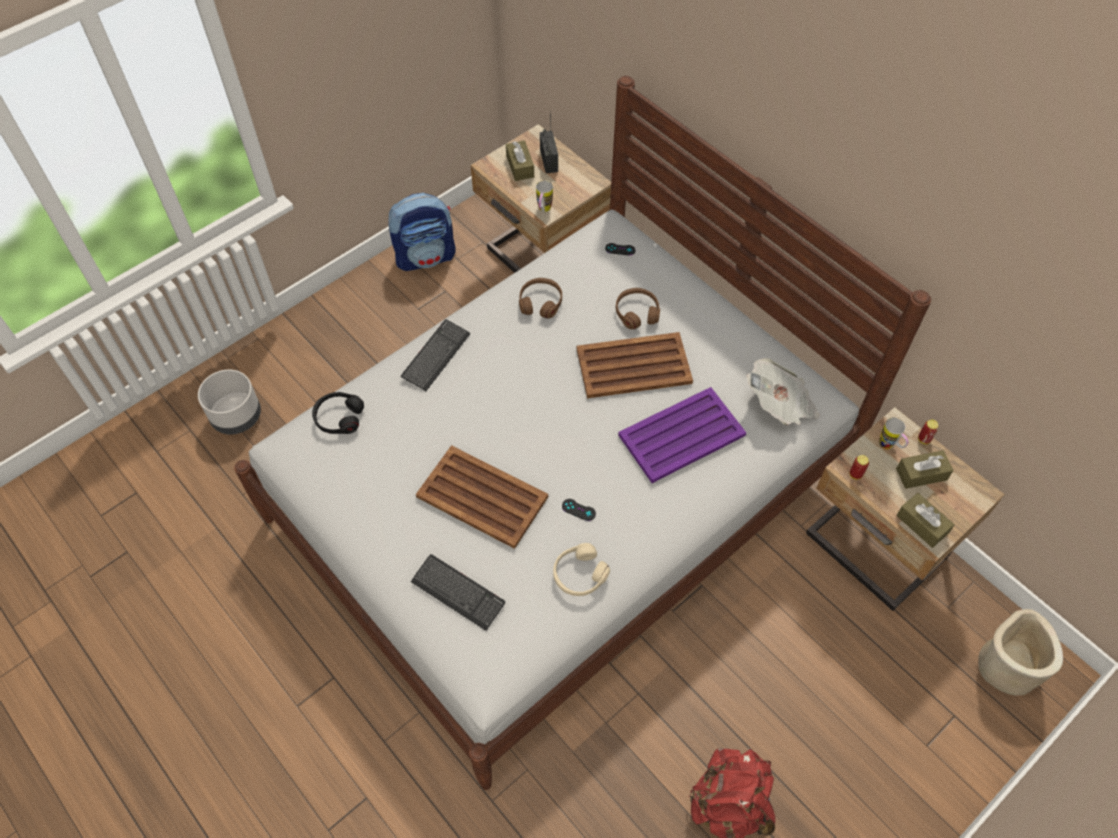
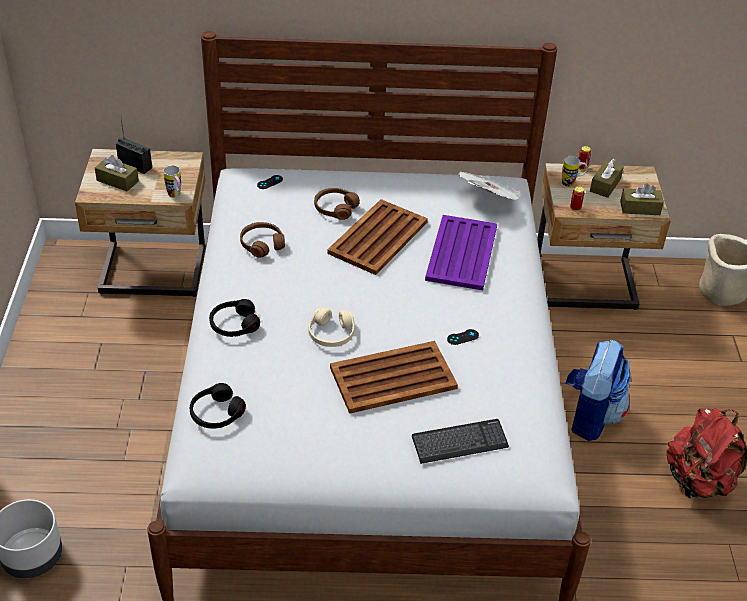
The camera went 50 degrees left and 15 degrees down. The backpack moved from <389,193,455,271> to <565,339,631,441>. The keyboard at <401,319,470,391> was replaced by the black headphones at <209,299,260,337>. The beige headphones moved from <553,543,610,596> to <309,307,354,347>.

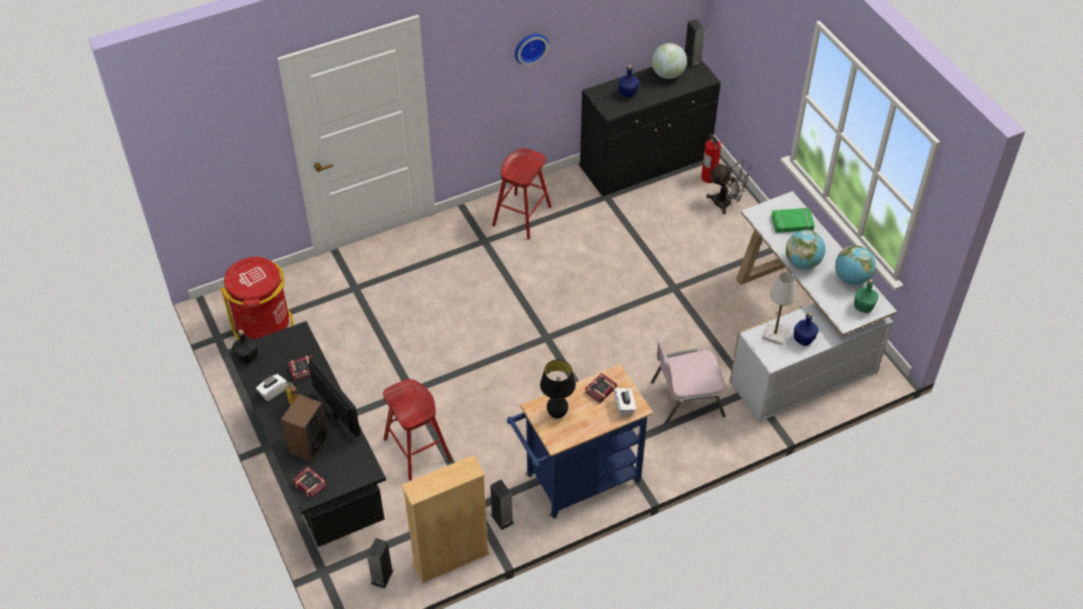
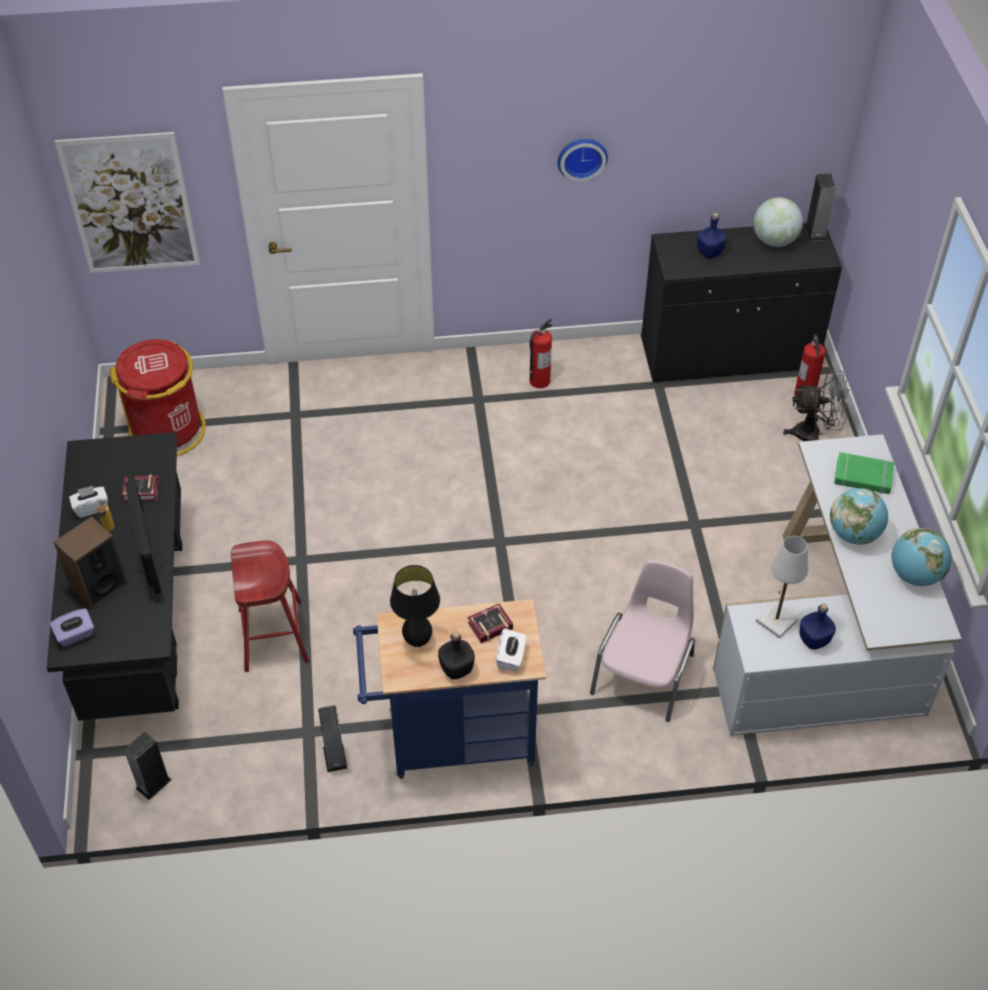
The camera went 20 degrees right and 0 degrees up. The black bottle moved from <232,330,258,364> to <438,631,475,680>. The book at <293,467,327,498> was replaced by the purple tissue box at <50,608,94,647>. The beige bookcase at <401,455,490,583> disappeared. The red stool at <492,148,551,239> was replaced by the fire extinguisher at <530,318,553,388>. The pink chair at <651,337,725,425> turned 105 degrees clockwise. The grey fan at <706,159,753,214> turned 45 degrees counterclockwise. The green bottle at <854,279,878,313> disappeared. The picture at <55,132,200,273> appeared.

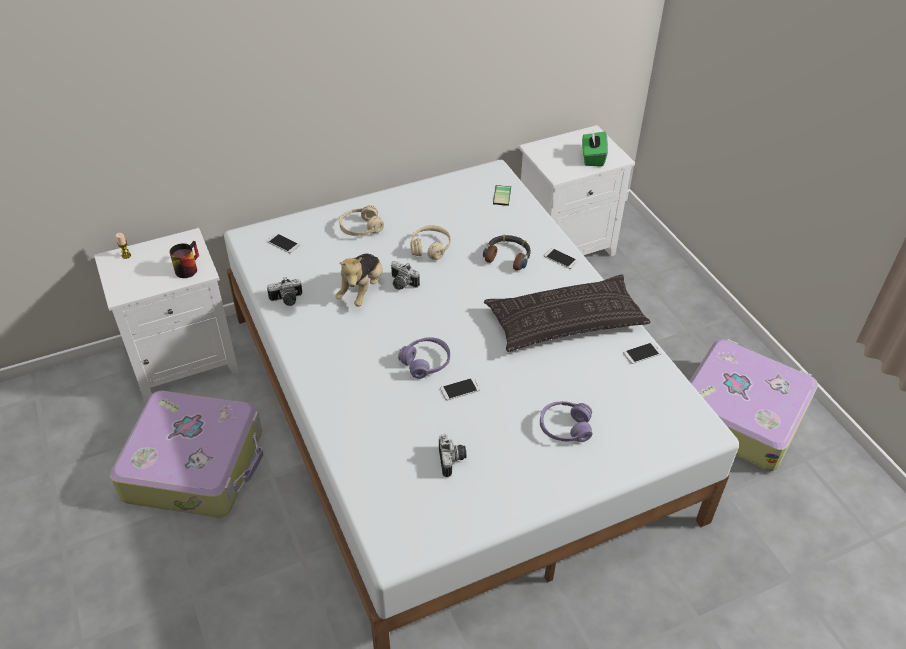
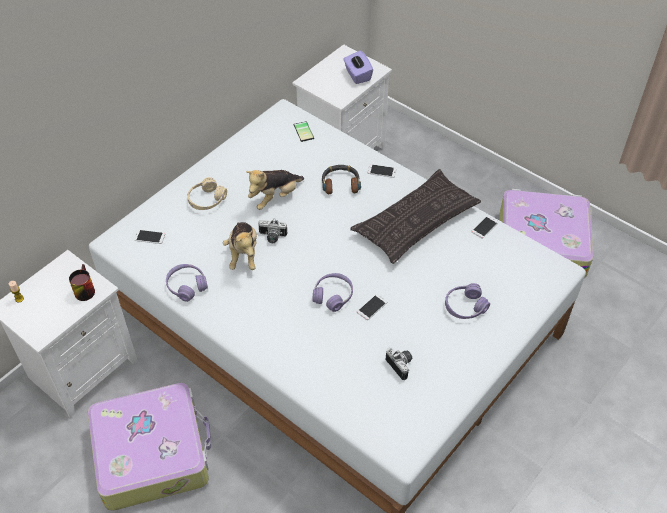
The camera went 25 degrees left and 5 degrees up. The photo camera at <267,277,302,306> was replaced by the purple headphones at <166,264,208,302>. The beige headphones at <410,225,450,260> was replaced by the plush toy at <246,170,304,210>. The green tissue box at <582,131,608,167> became the purple tissue box at <344,51,373,84>.

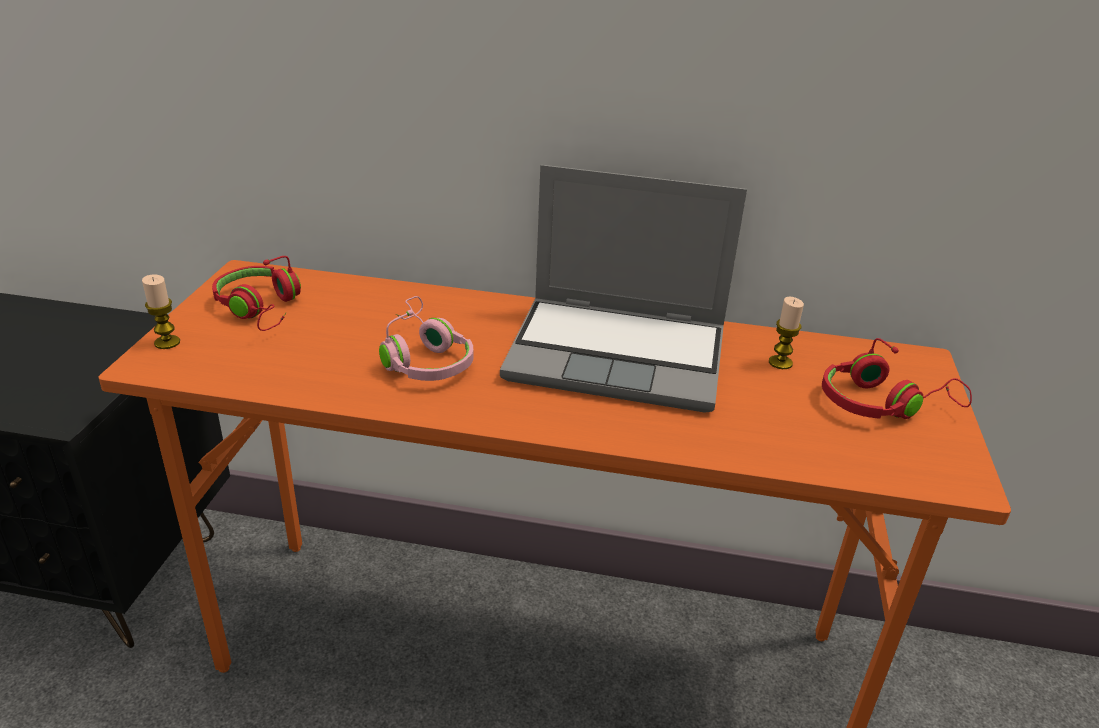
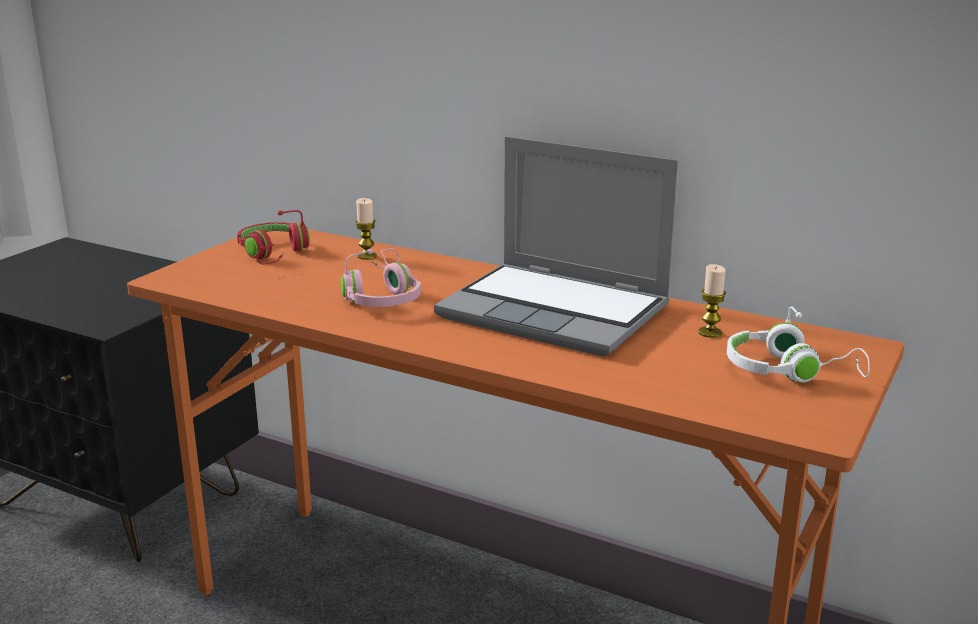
The camera went 20 degrees right and 10 degrees down. The candle moved from <142,275,180,349> to <355,198,377,260>. The red headphones at <822,338,972,419> became the white headphones at <727,306,870,382>.

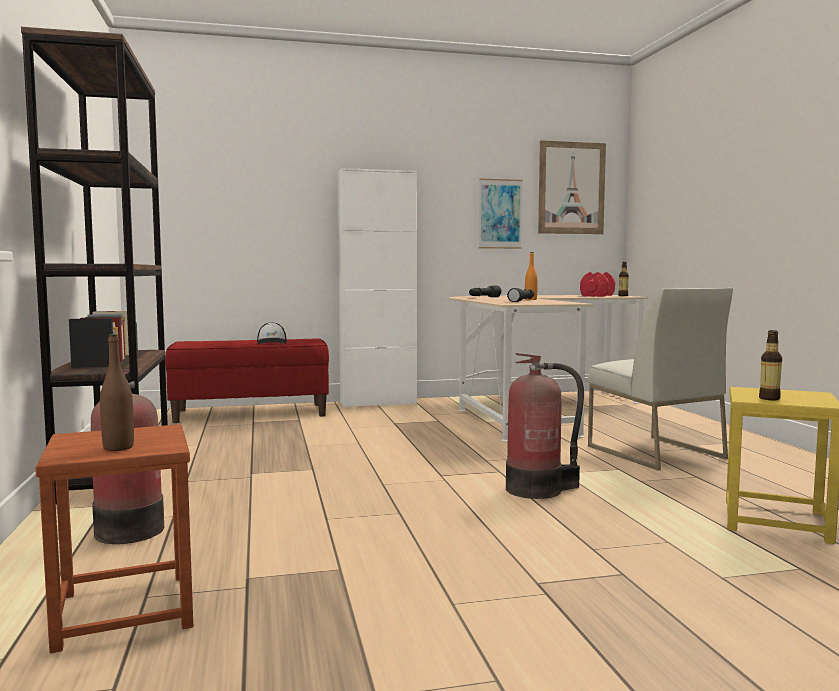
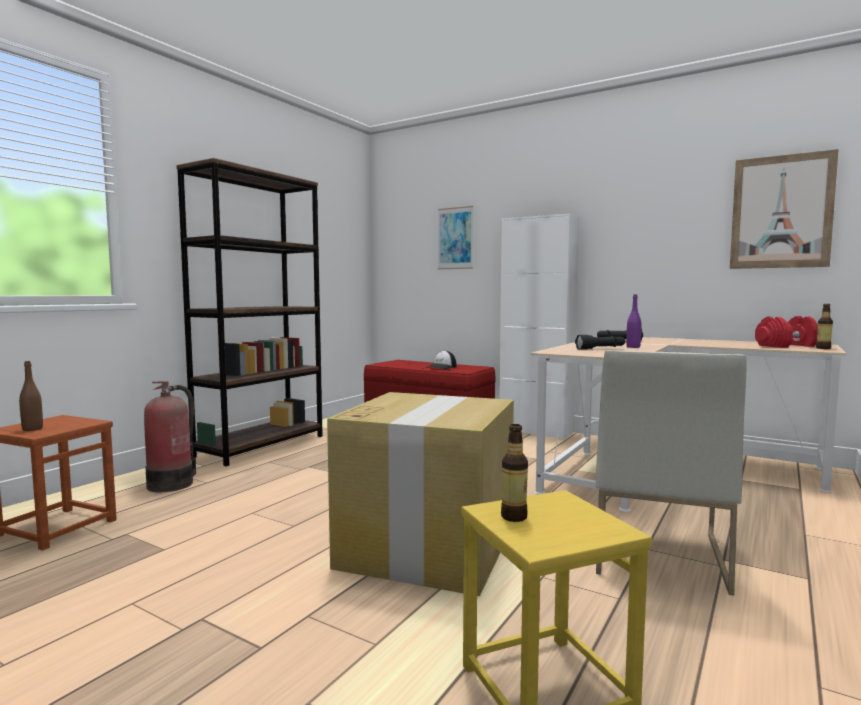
The camera went 45 degrees right and 0 degrees up. The picture moved from <479,178,523,249> to <438,206,473,270>. The fire extinguisher at <506,353,584,499> was replaced by the cardboard box at <327,392,514,596>. The orange bottle at <525,252,538,300> became the purple bottle at <626,295,642,348>.

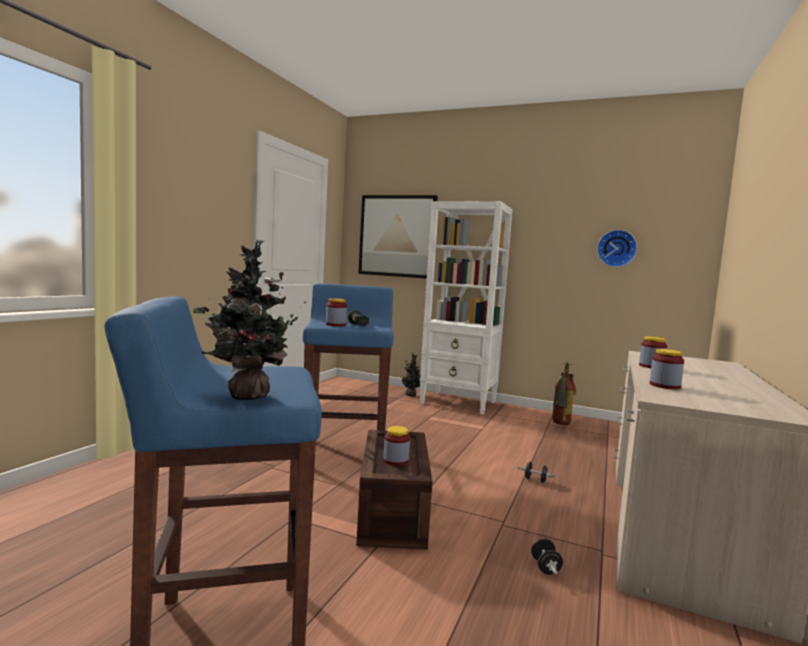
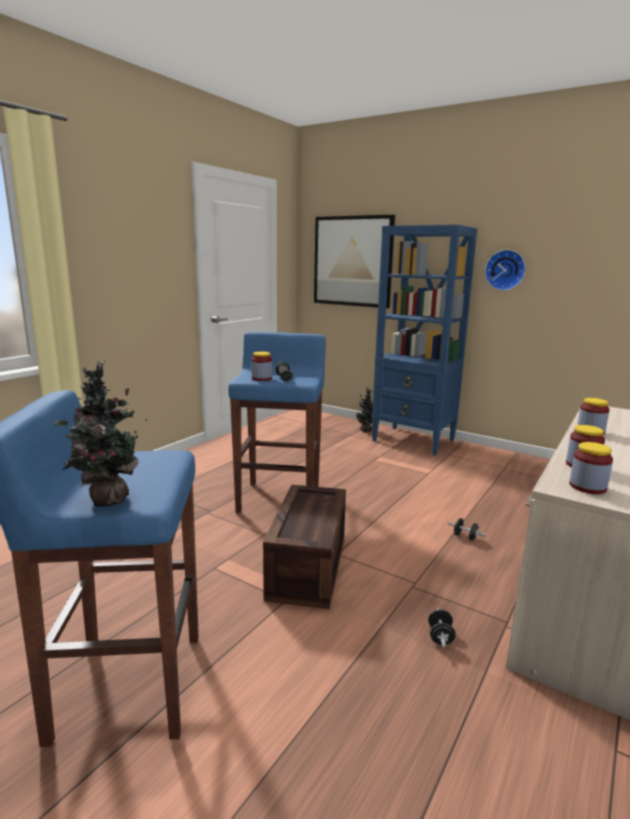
The camera went 10 degrees right and 10 degrees up. The jar moved from <383,426,410,466> to <569,442,613,494>. The white bookcase at <419,201,513,414> became the blue bookcase at <372,225,477,455>. The fire extinguisher at <552,362,576,425> disappeared. The wall clock moved from <597,230,637,267> to <485,250,526,291>.

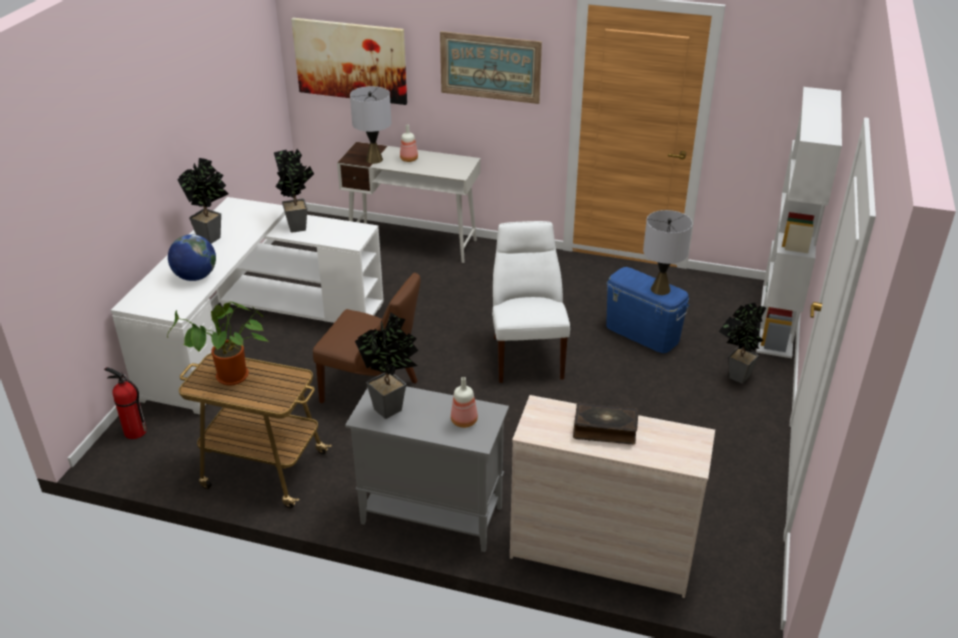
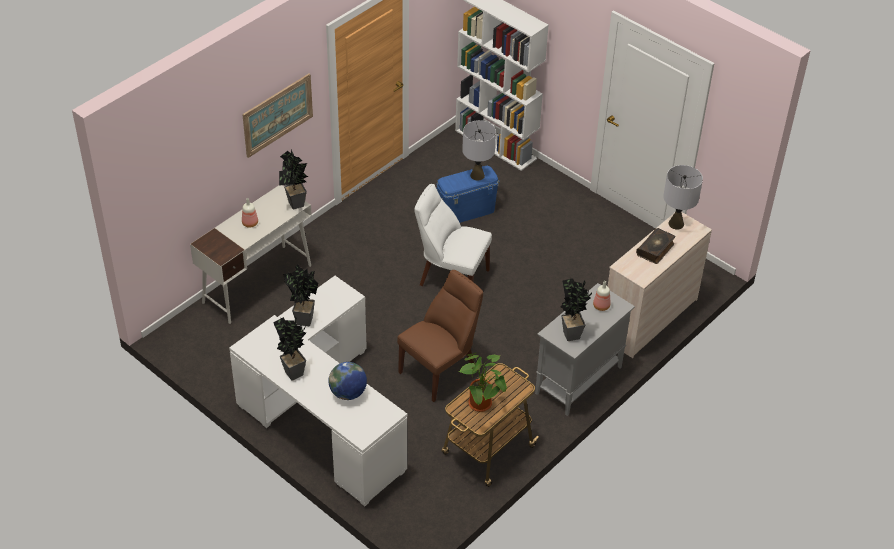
The camera went 65 degrees left and 10 degrees up. The fire extinguisher at <104,367,147,439> disappeared. The picture at <291,18,407,105> disappeared. The grey table lamp moved from <350,86,391,164> to <663,165,703,229>. The potted plant moved from <719,303,766,384> to <279,150,308,210>.

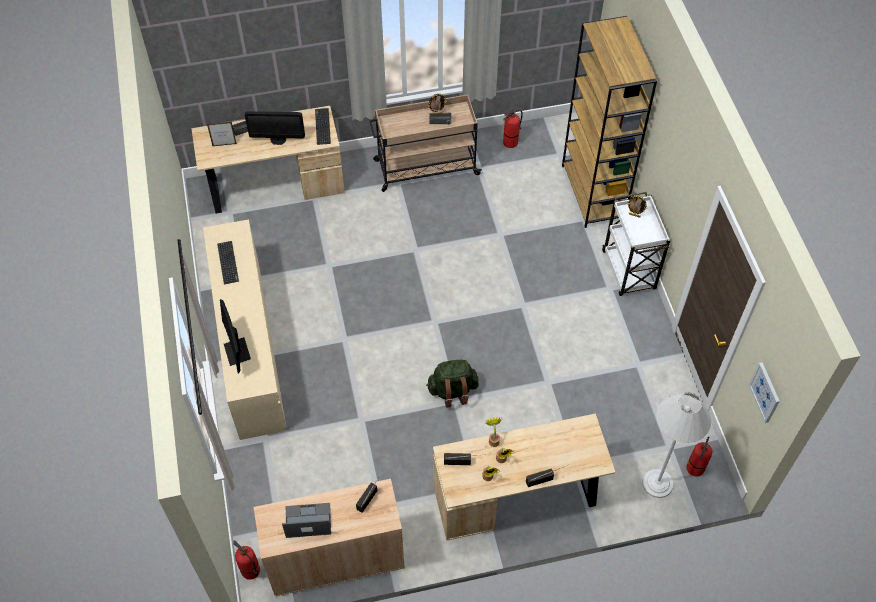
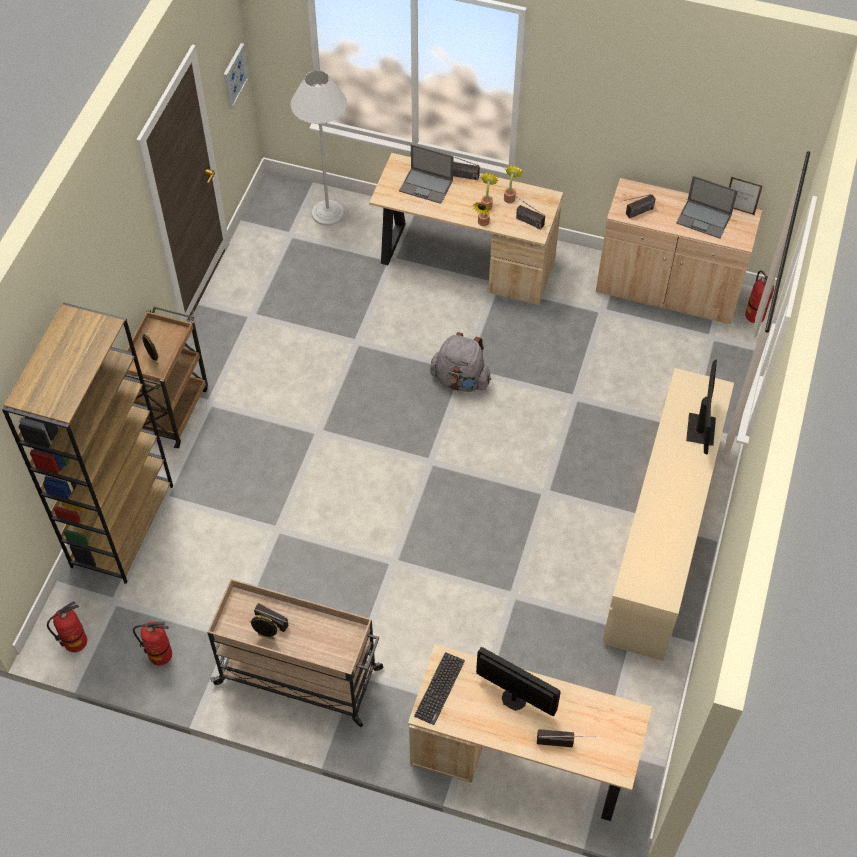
The camera went 150 degrees left and 0 degrees up. The picture frame moved from <207,122,236,146> to <729,177,762,215>. The keyboard at <217,241,239,284> disappeared. The green backpack at <426,359,479,408> became the grey backpack at <430,332,491,392>. The white cart at <602,192,670,296> became the brown cart at <125,306,208,448>. The fire extinguisher moved from <686,436,712,477> to <47,601,87,652>. The laptop at <399,144,454,204> appeared.

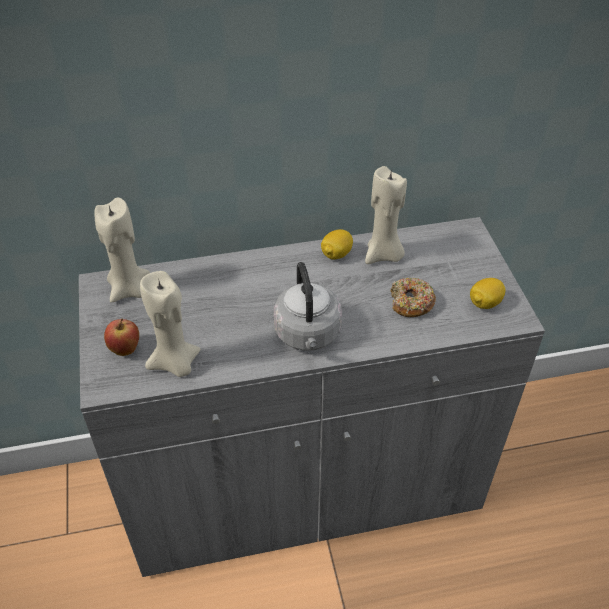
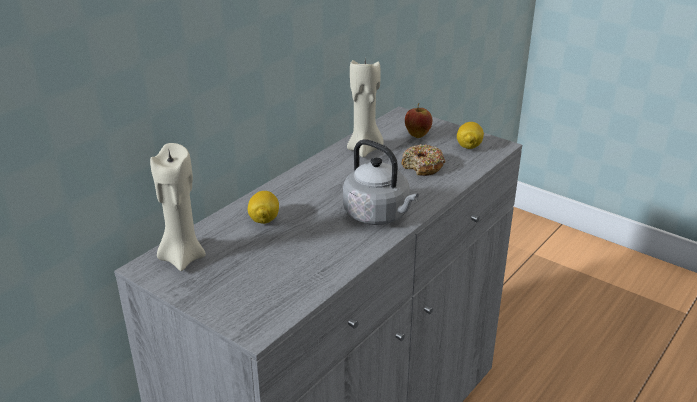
The camera went 40 degrees left and 15 degrees down. The apple moved from <104,319,139,356> to <405,103,432,138>. The beige candle at <140,271,201,377> disappeared. The lemon moved from <321,229,353,259> to <248,191,279,224>.

